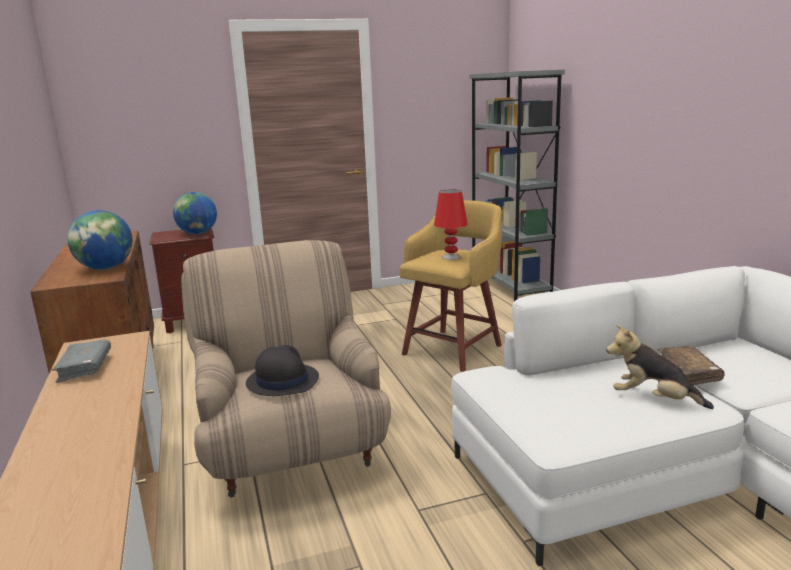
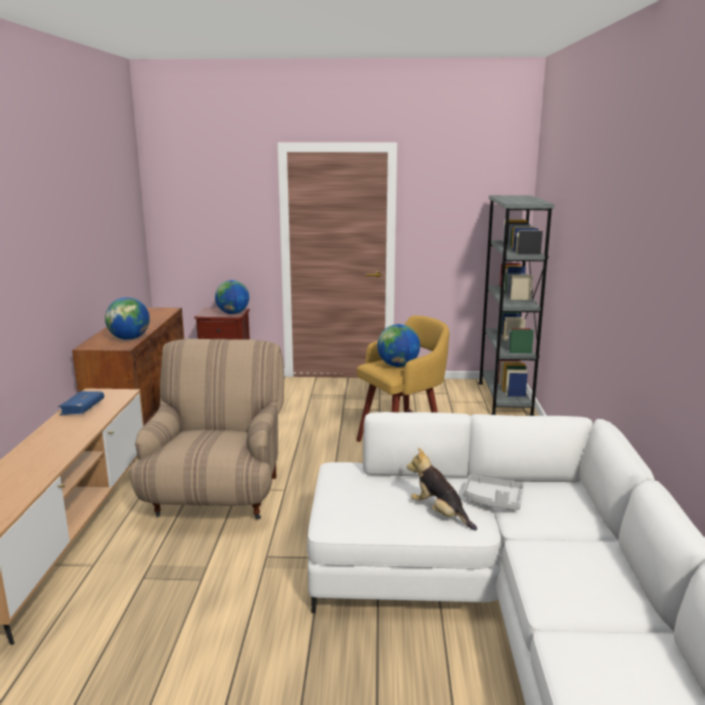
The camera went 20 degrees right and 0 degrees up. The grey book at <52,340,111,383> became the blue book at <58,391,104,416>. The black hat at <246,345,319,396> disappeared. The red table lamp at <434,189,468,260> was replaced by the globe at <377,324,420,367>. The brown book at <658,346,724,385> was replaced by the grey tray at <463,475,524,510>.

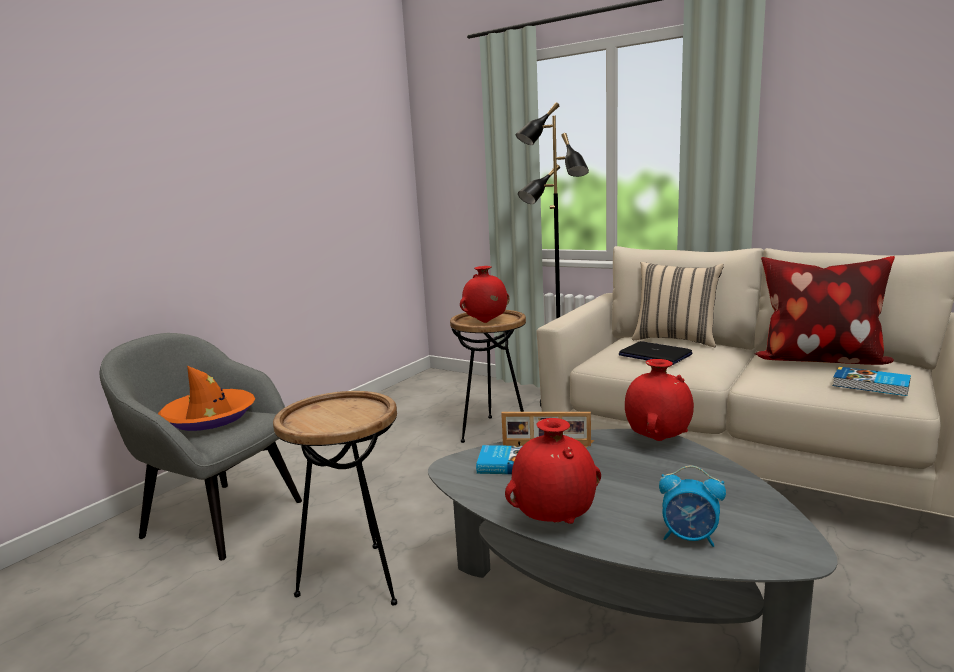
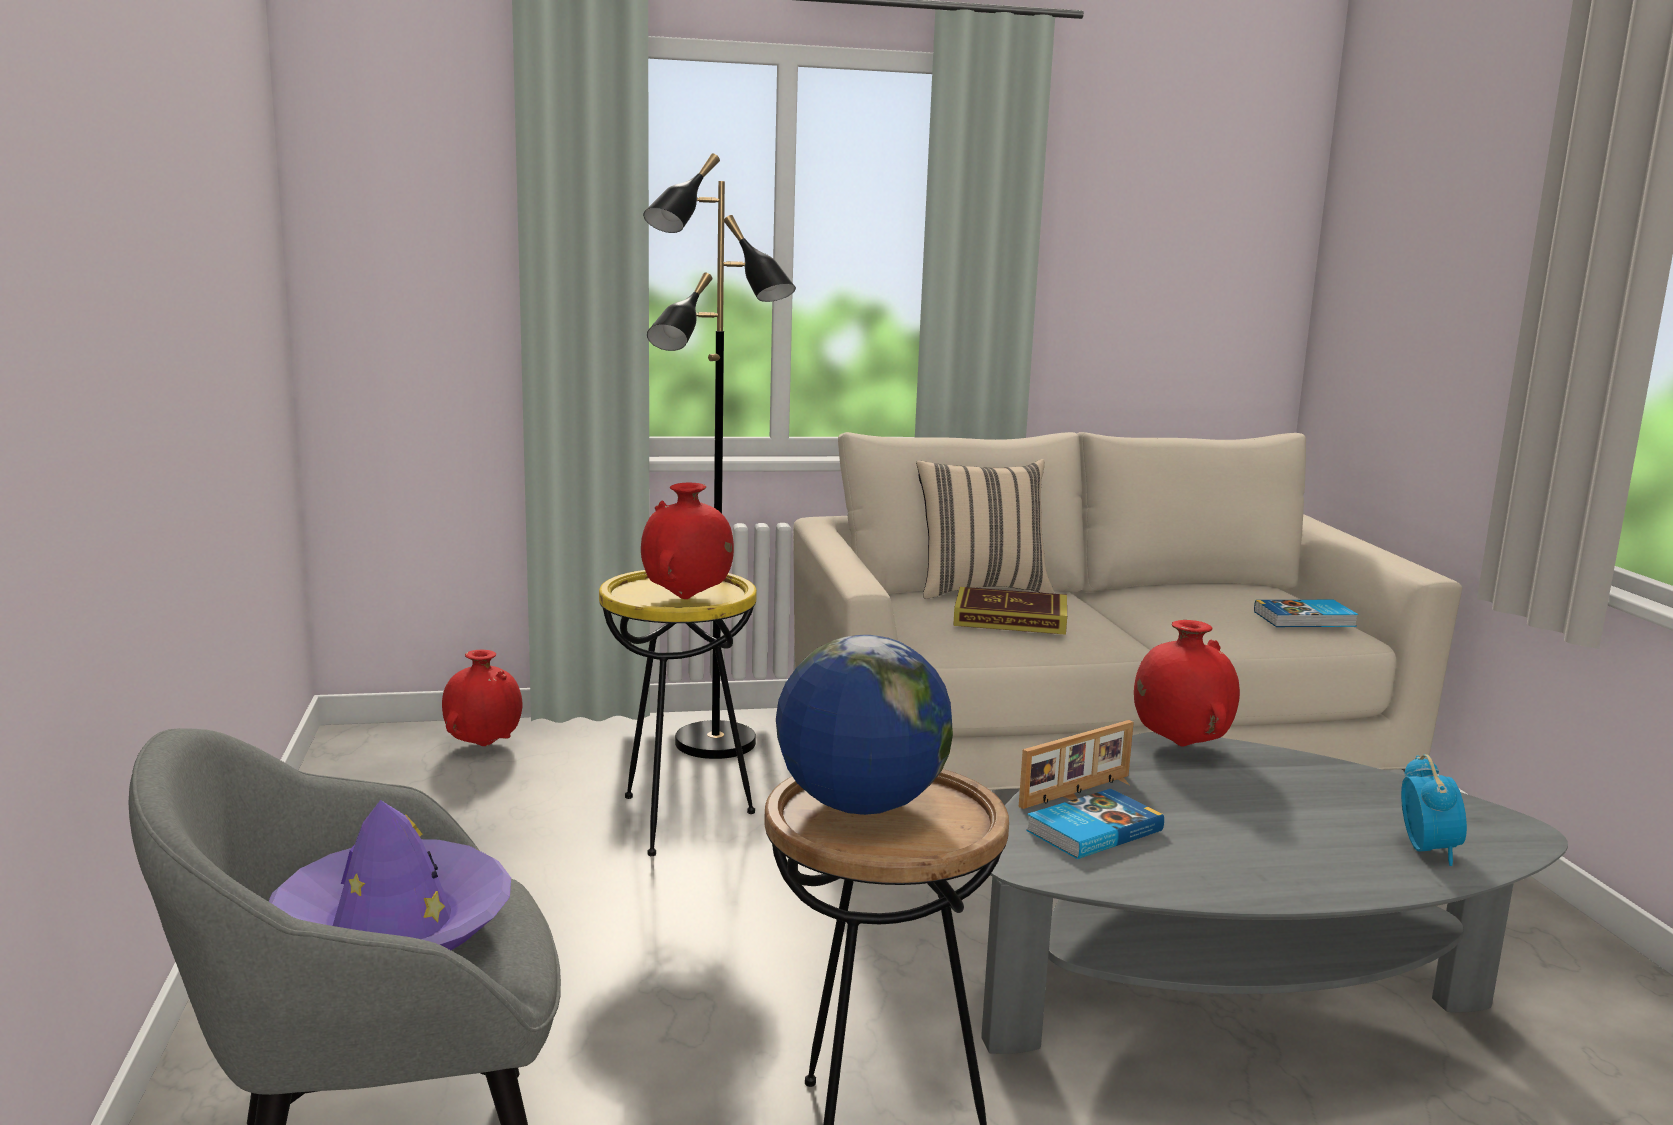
The camera went 45 degrees left and 0 degrees up. The orange hat at <158,366,255,431> became the purple hat at <269,800,511,950>. The brown side table at <450,310,526,443> became the yellow side table at <599,570,757,856>. The red vase moved from <505,418,601,524> to <442,650,523,746>. The laptop at <619,341,692,365> was replaced by the book at <953,587,1067,635>. The alarm clock at <659,465,726,547> turned 60 degrees counterclockwise. The pillow at <755,256,895,365> disappeared. The globe at <776,635,953,815> appeared.

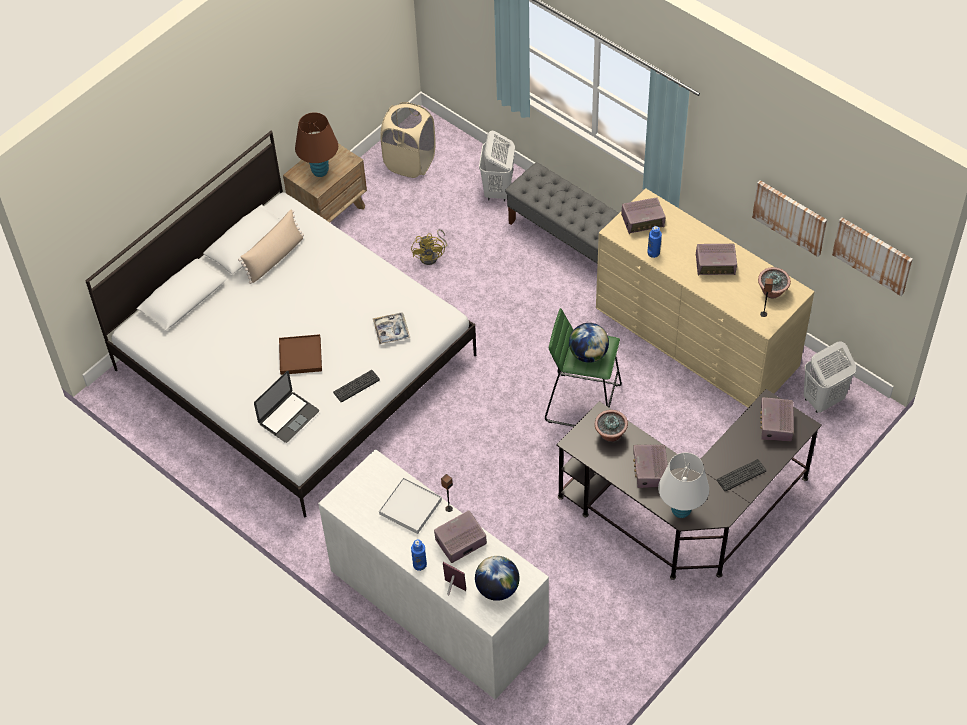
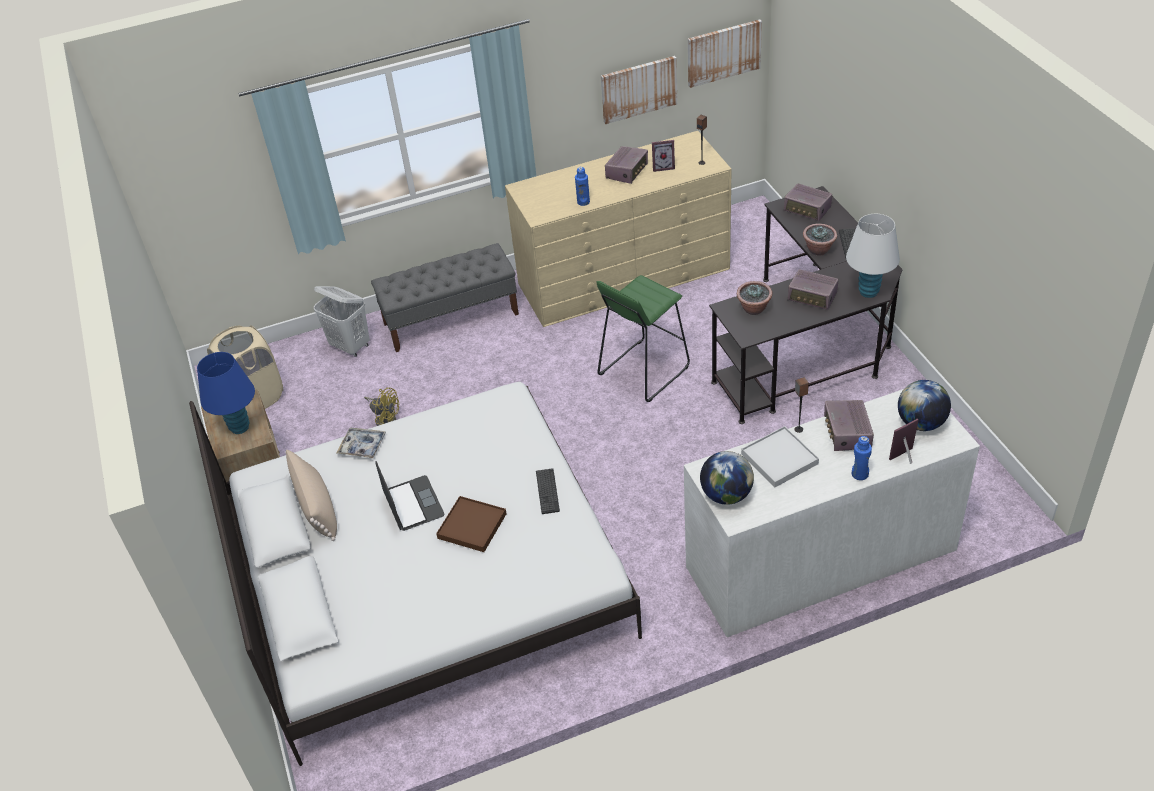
The camera went 60 degrees left and 10 degrees down. The laptop moved from <254,371,319,443> to <375,461,444,531>. The brown table lamp at <295,112,338,177> became the blue table lamp at <197,352,255,434>. The tray moved from <373,312,410,344> to <337,428,386,458>. The globe moved from <569,323,609,363> to <700,451,754,505>. The radio at <621,197,666,234> disappeared. The potted plant moved from <758,267,791,298> to <803,224,837,256>. The white laundry basket at <804,342,856,413> disappeared. The picture frame at <652,140,675,172> appeared.

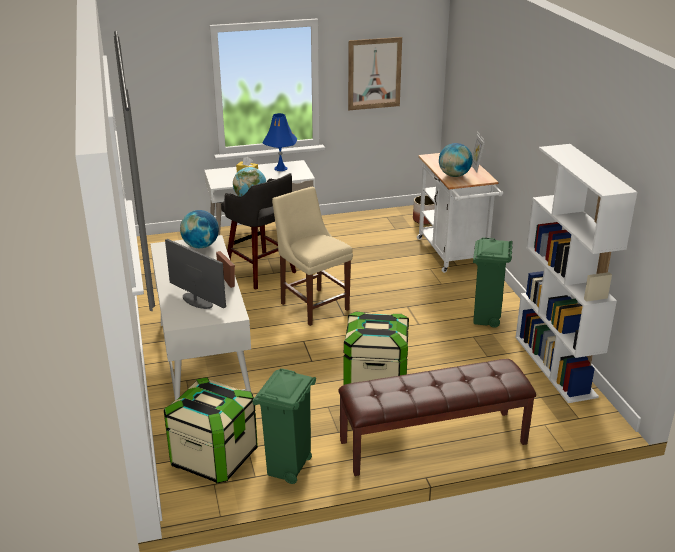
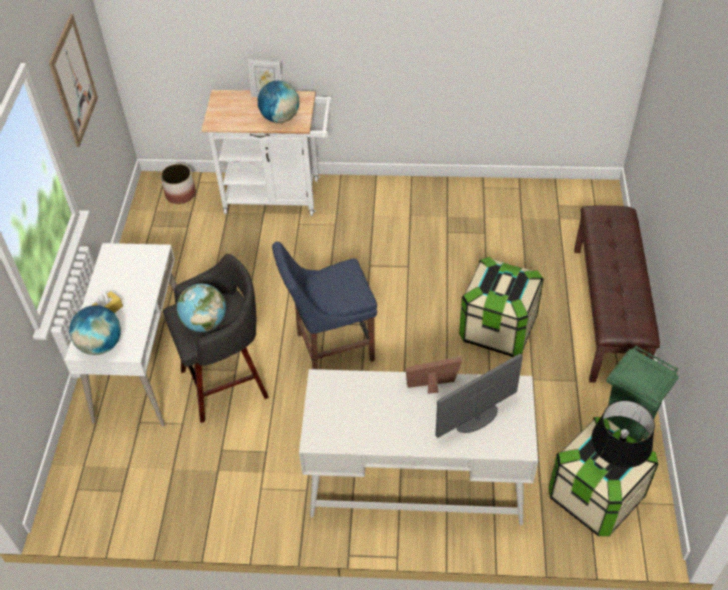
The camera went 70 degrees left and 20 degrees up. The globe moved from <180,210,219,248> to <69,305,121,355>. The blue table lamp at <263,113,297,171> disappeared. The beige chair at <272,187,353,326> became the blue chair at <272,242,377,369>. The green trash can at <473,237,513,327> disappeared. The white bookcase at <515,144,637,403> disappeared. The black table lamp at <591,400,655,469> appeared.

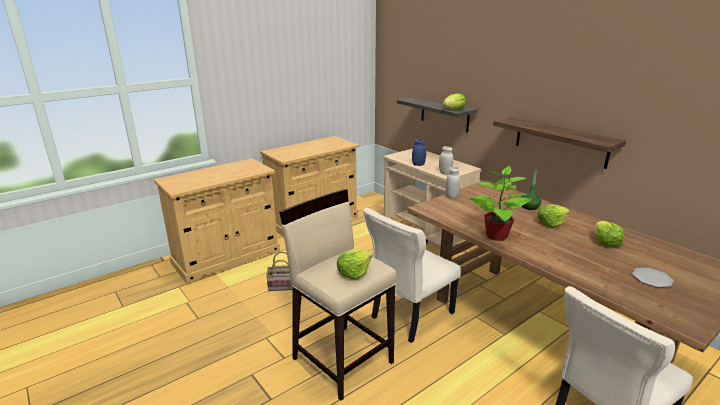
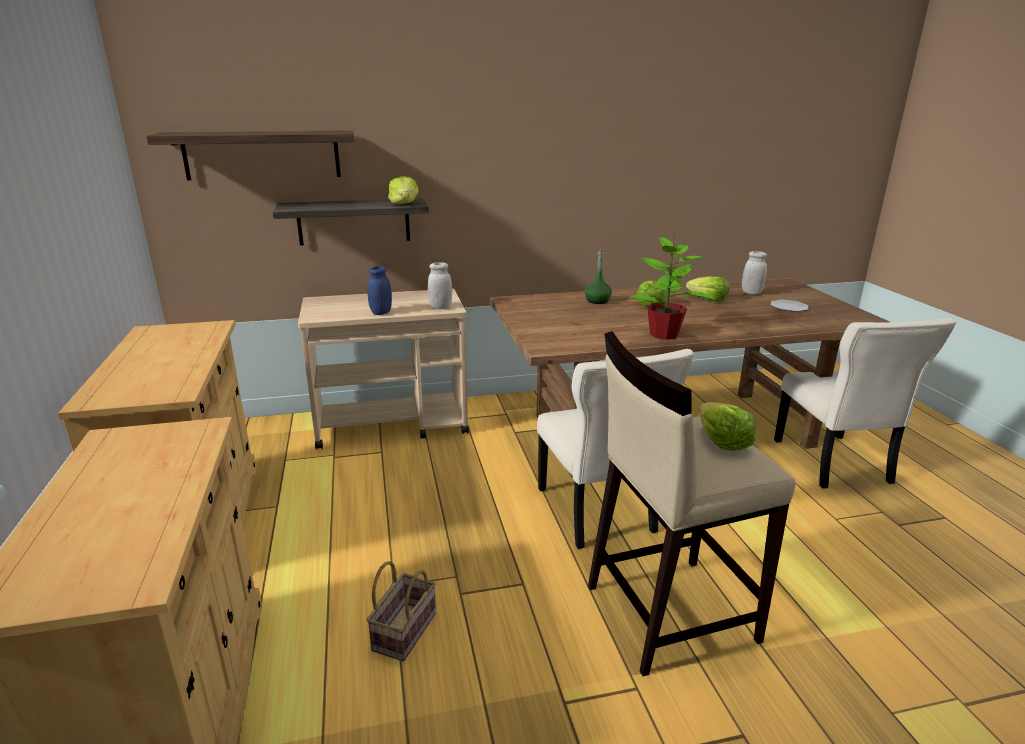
The camera went 65 degrees left and 0 degrees up. The white jar moved from <446,167,460,199> to <742,251,767,295>. The shelf moved from <493,117,626,169> to <146,131,354,180>.

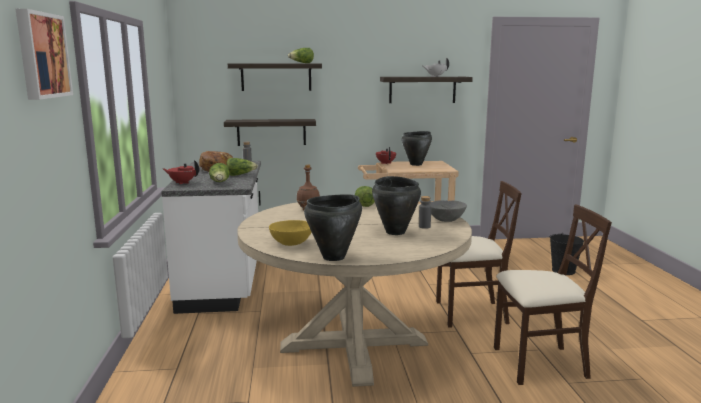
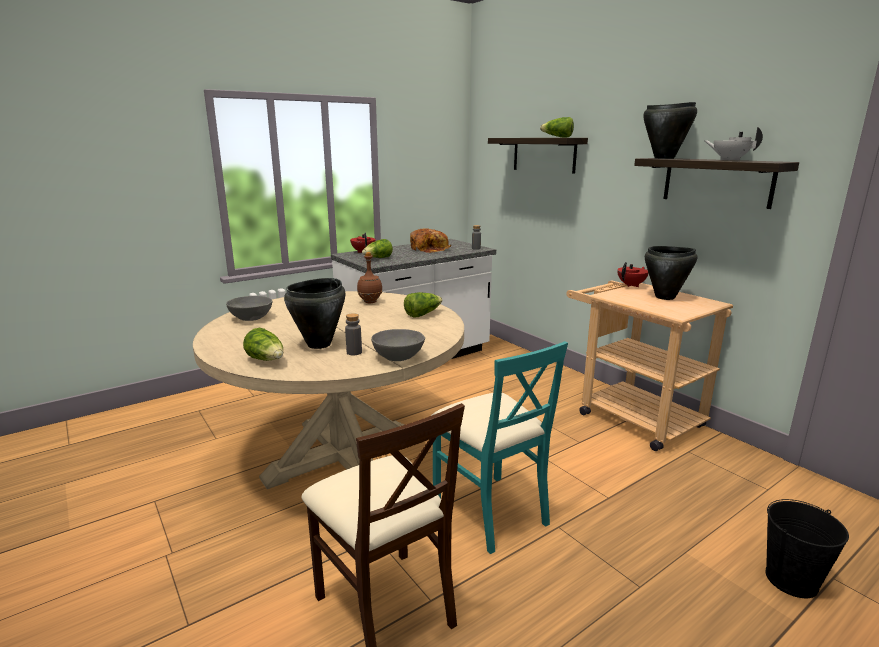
The camera went 60 degrees right and 5 degrees up. The picture at <16,9,73,100> disappeared. The shelf at <224,119,316,146> disappeared. The lettuce moved from <226,158,258,176> to <243,328,283,361>. The yellow bowl at <269,220,311,246> became the grey bowl at <226,296,272,321>. The black cooking pot moved from <304,194,362,261> to <643,102,697,159>. The beige chair at <436,181,522,327> became the turquoise chair at <431,341,568,554>.

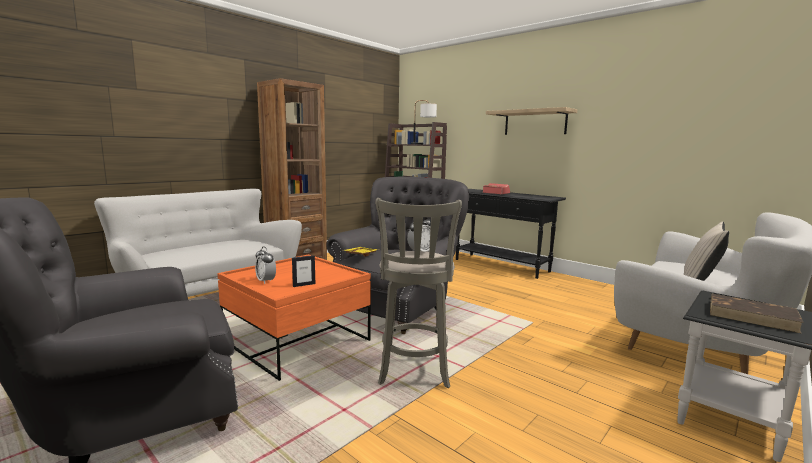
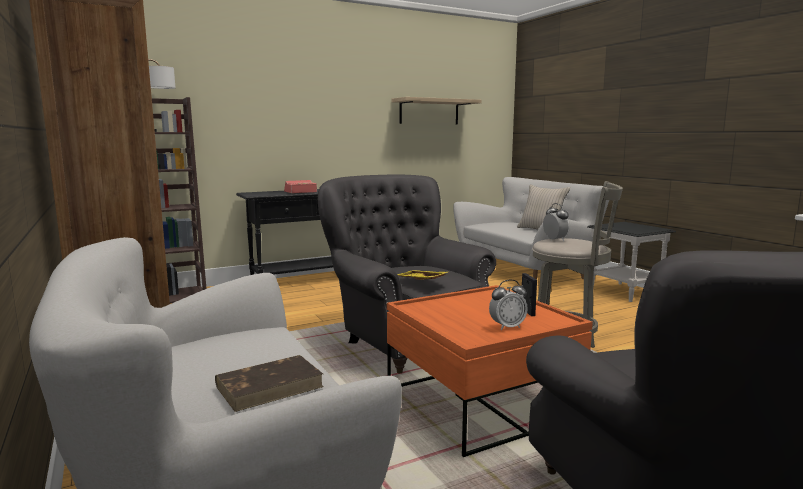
The camera went 70 degrees left and 0 degrees up. The shelf moved from <486,107,577,135> to <392,97,482,124>. The brown book moved from <710,294,804,333> to <215,355,324,412>.

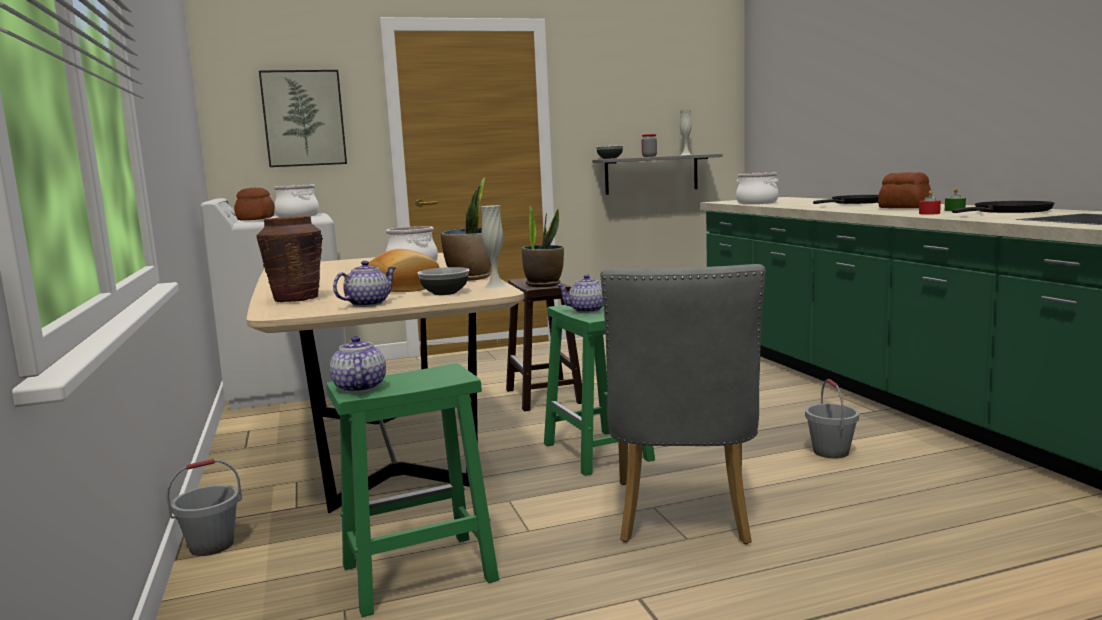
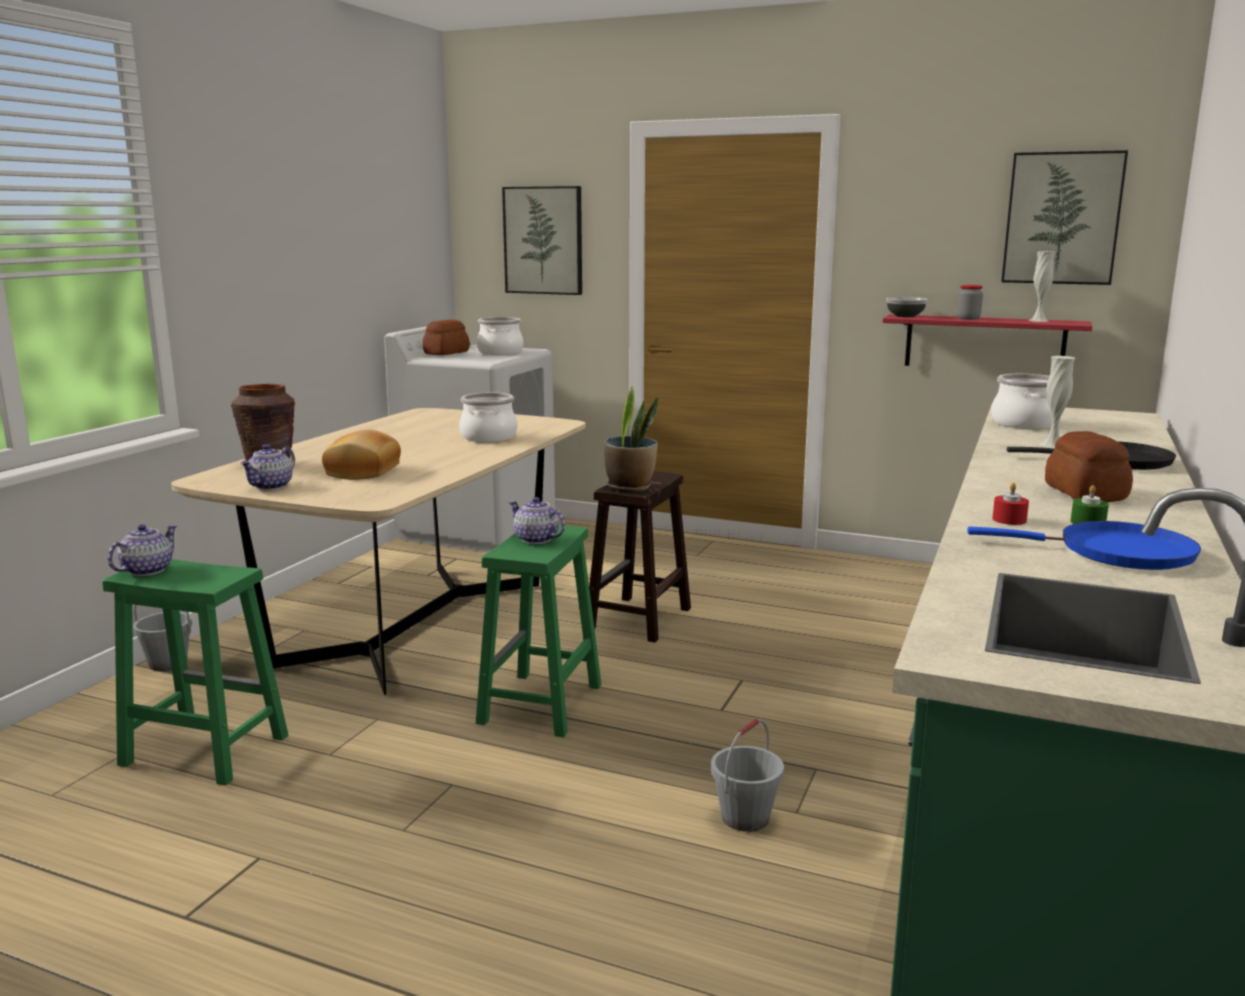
The camera went 40 degrees right and 5 degrees up. The teapot at <333,261,396,307> turned 120 degrees clockwise. The bowl at <418,267,469,295> disappeared. The potted plant at <440,178,491,281> disappeared. The white vase moved from <481,205,507,289> to <1040,356,1075,448>. The grey shelf at <592,154,722,195> became the red shelf at <883,314,1092,366>. The grey chair at <600,264,766,544> disappeared. The black frying pan at <952,201,1054,213> became the blue frying pan at <967,521,1201,570>. The picture at <1001,150,1128,285> appeared.

